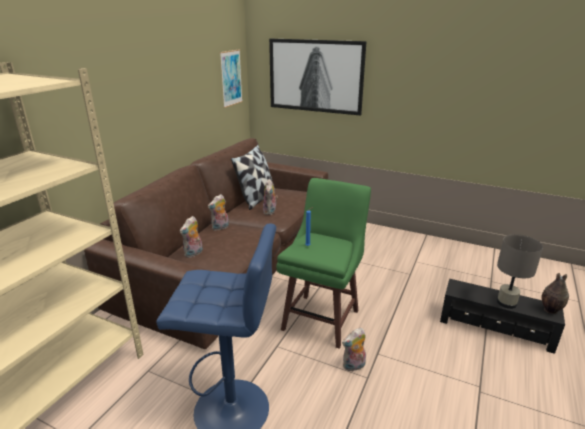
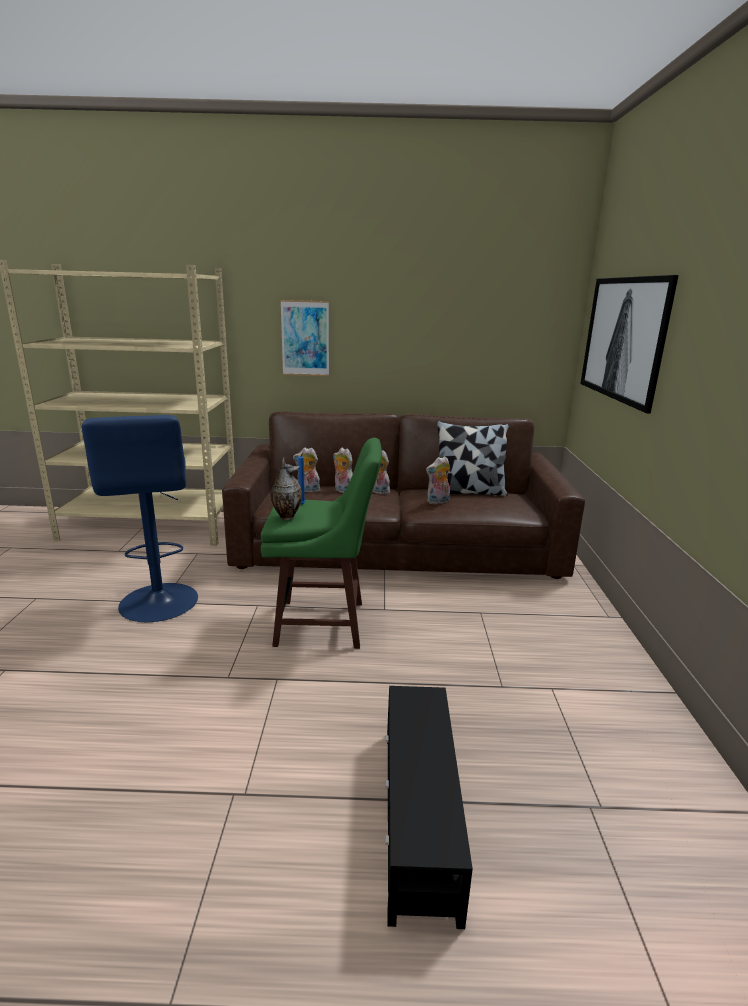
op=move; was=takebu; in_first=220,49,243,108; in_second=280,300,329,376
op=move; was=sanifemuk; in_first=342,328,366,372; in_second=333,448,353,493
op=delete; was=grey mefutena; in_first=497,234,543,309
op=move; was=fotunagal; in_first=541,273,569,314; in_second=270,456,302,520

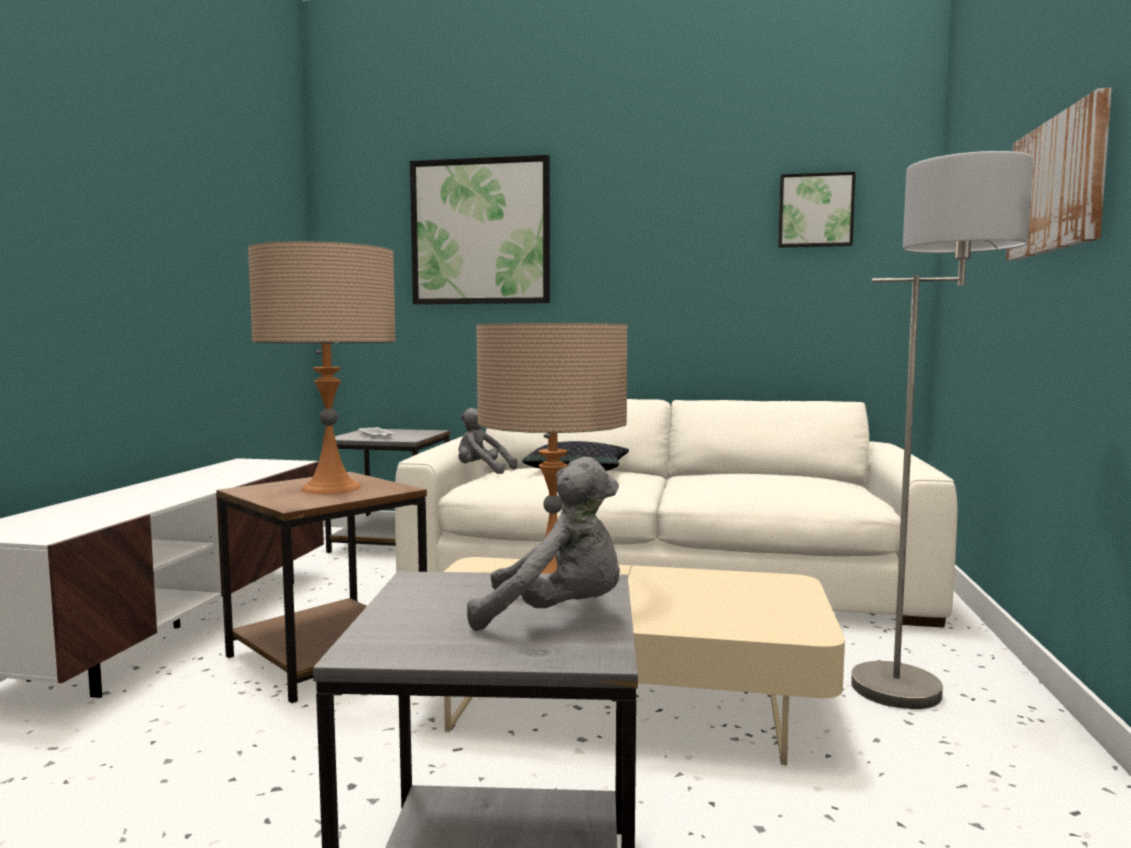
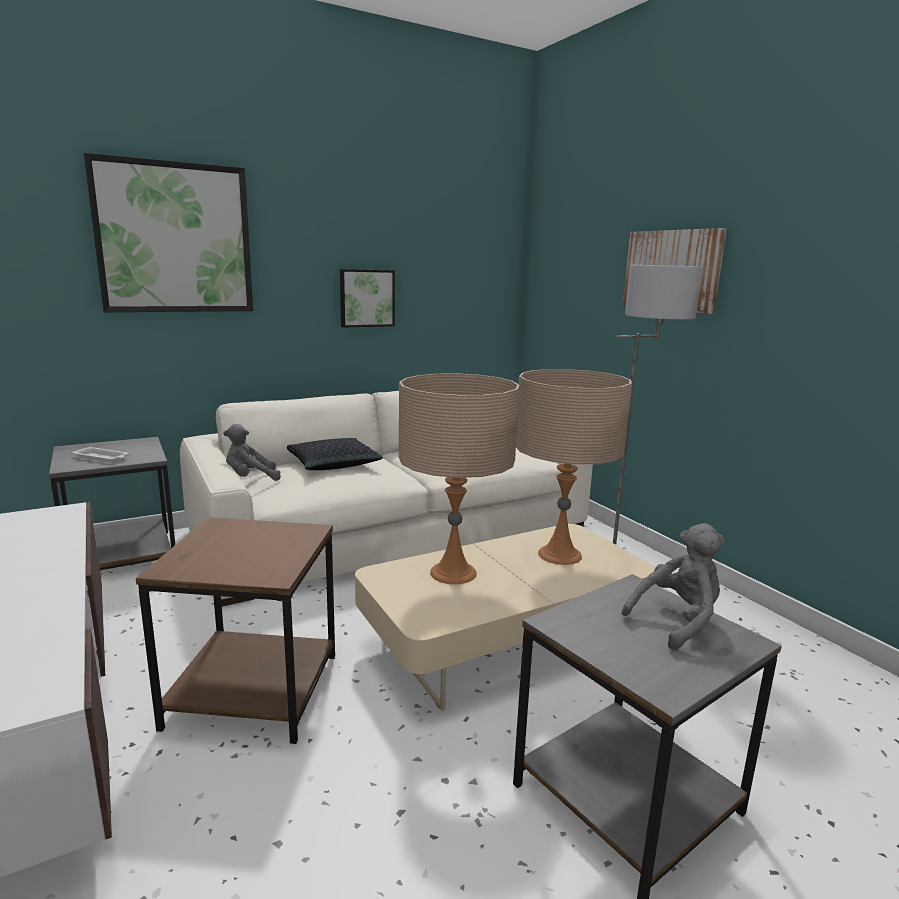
op=move; was=beige mefutena; in_first=248,241,396,494; in_second=516,369,632,565
op=move; was=takebu; in_first=778,172,856,248; in_second=340,269,395,328

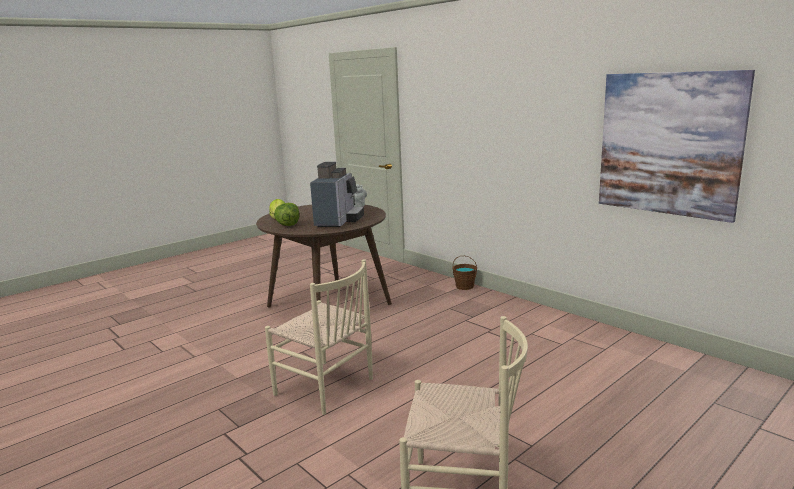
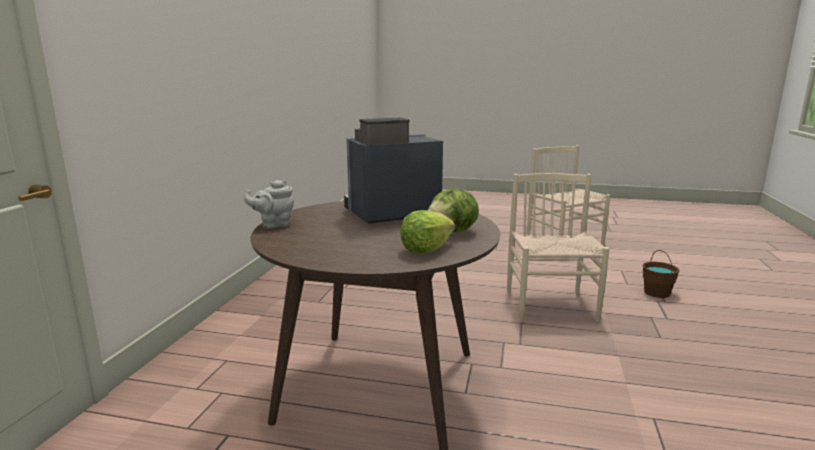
op=move; was=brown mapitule; in_first=452,256,477,290; in_second=642,250,679,298
op=delete; was=takebu; in_first=599,70,755,223

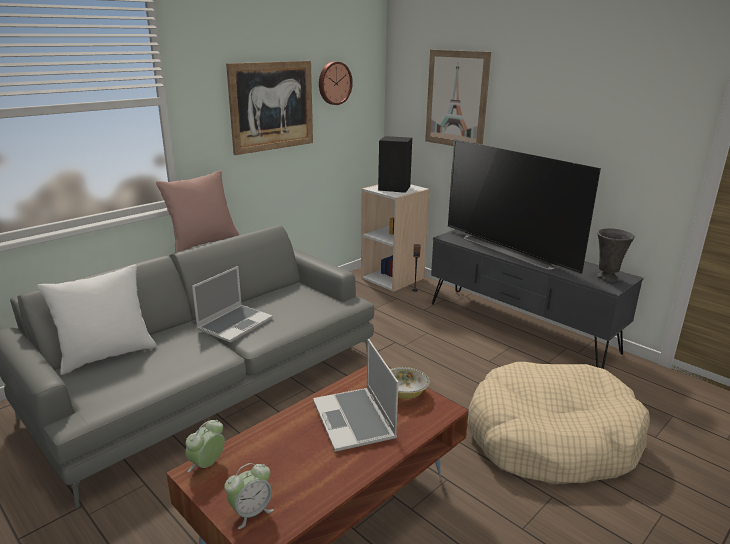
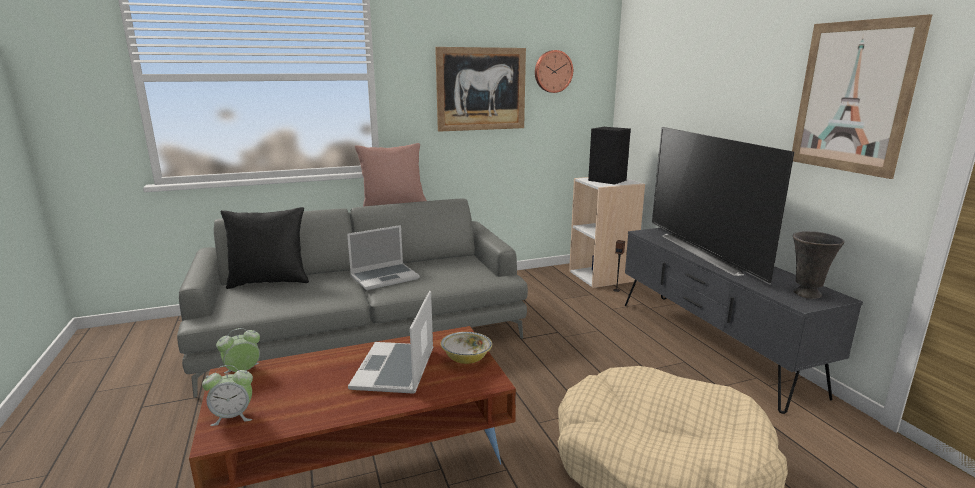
op=recolor; was=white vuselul; now=black vuselul; in_first=37,265,157,375; in_second=221,207,309,289
op=move; was=takebu; in_first=425,50,491,146; in_second=792,14,933,179

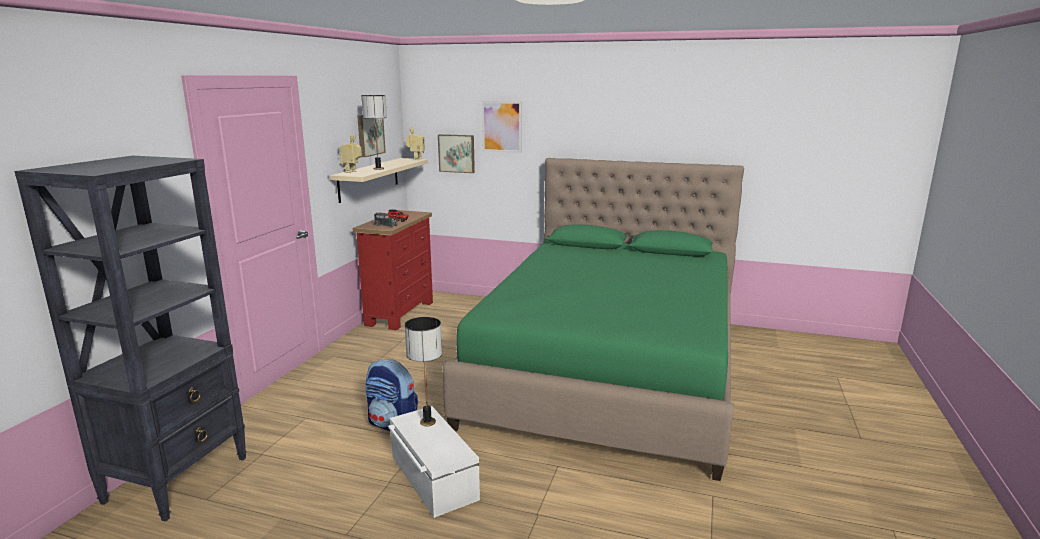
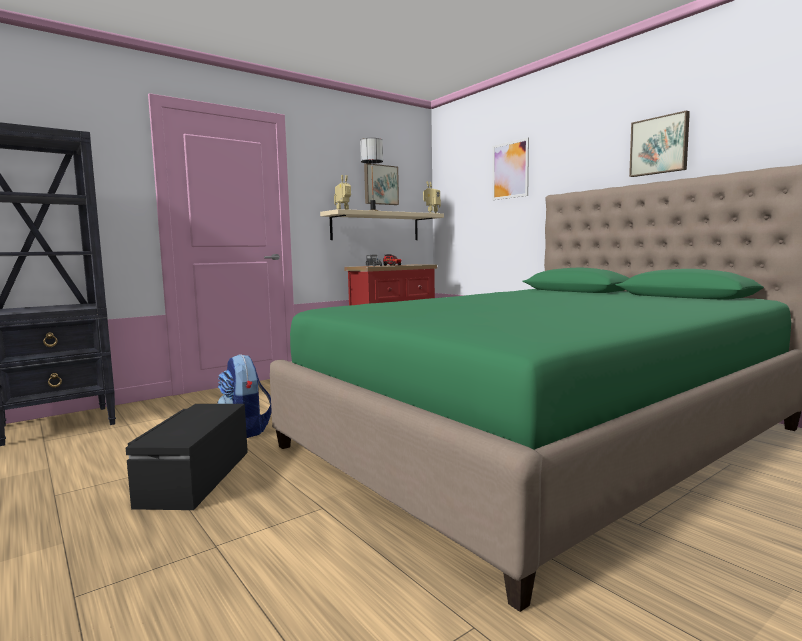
op=recolor; was=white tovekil; now=black tovekil; in_first=388,406,480,518; in_second=126,404,248,510
op=delete; was=mefutena; in_first=405,317,442,427
op=move; was=takebu; in_first=438,134,475,173; in_second=629,110,690,177

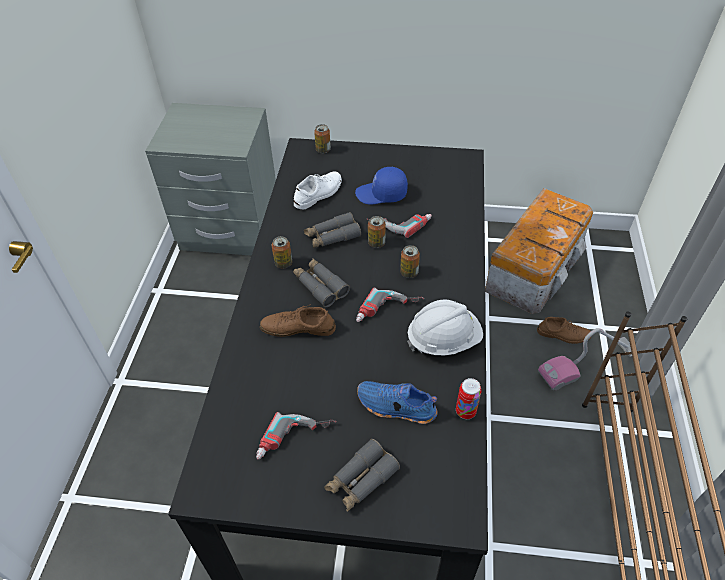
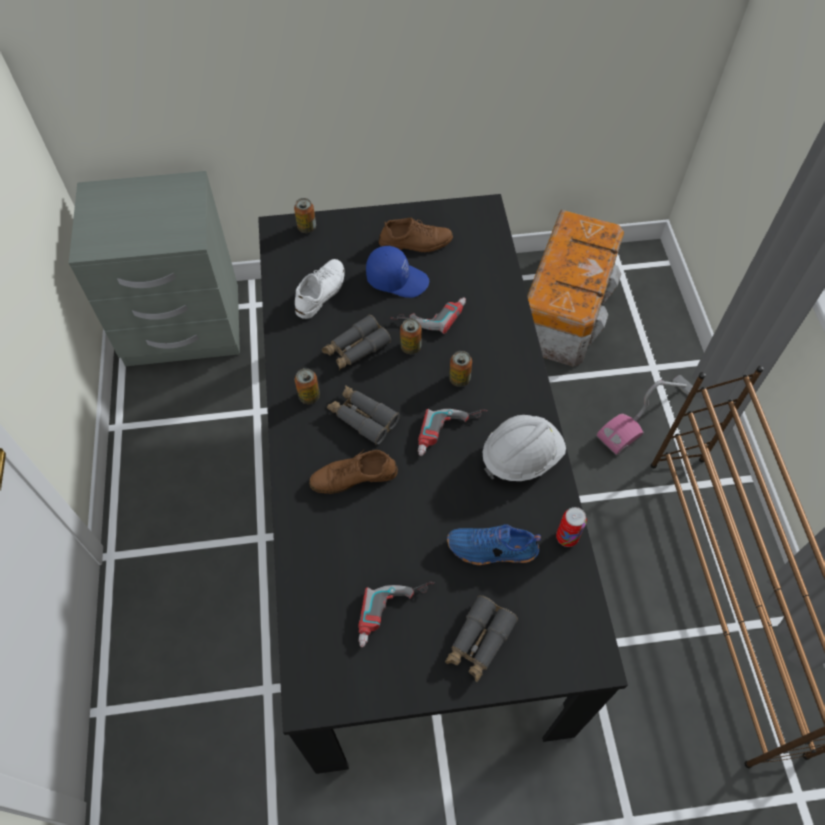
op=rotate; was=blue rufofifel; in_first=355,167,408,205; in_second=366,246,429,298; clockwise=-150
op=move; was=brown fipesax; in_first=537,317,591,344; in_second=379,218,453,252

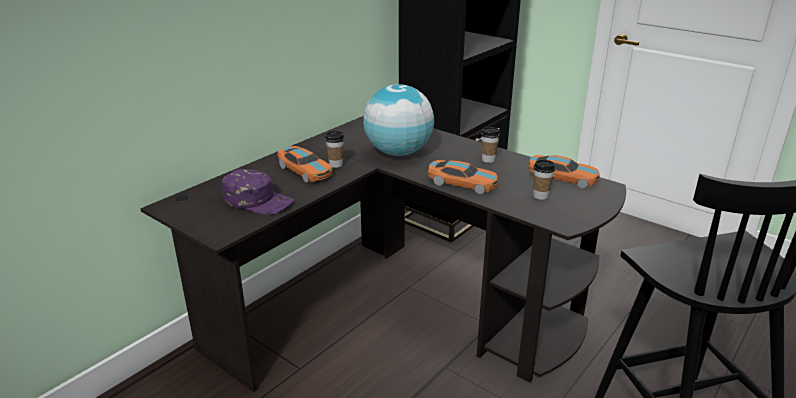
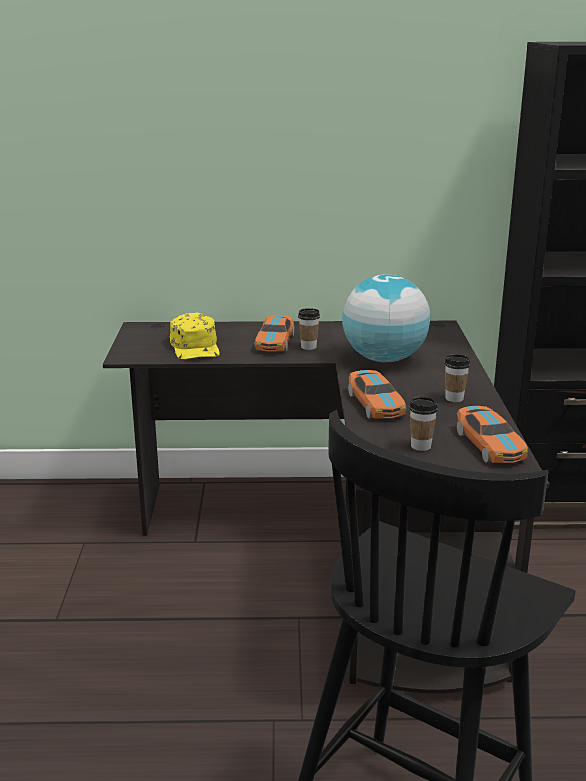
op=recolor; was=purple rufofifel; now=yellow rufofifel; in_first=222,169,294,215; in_second=170,313,220,359

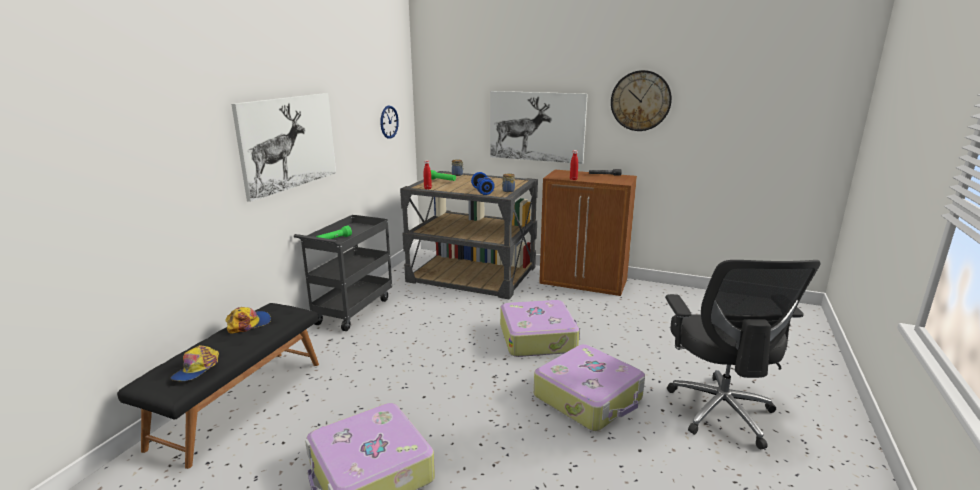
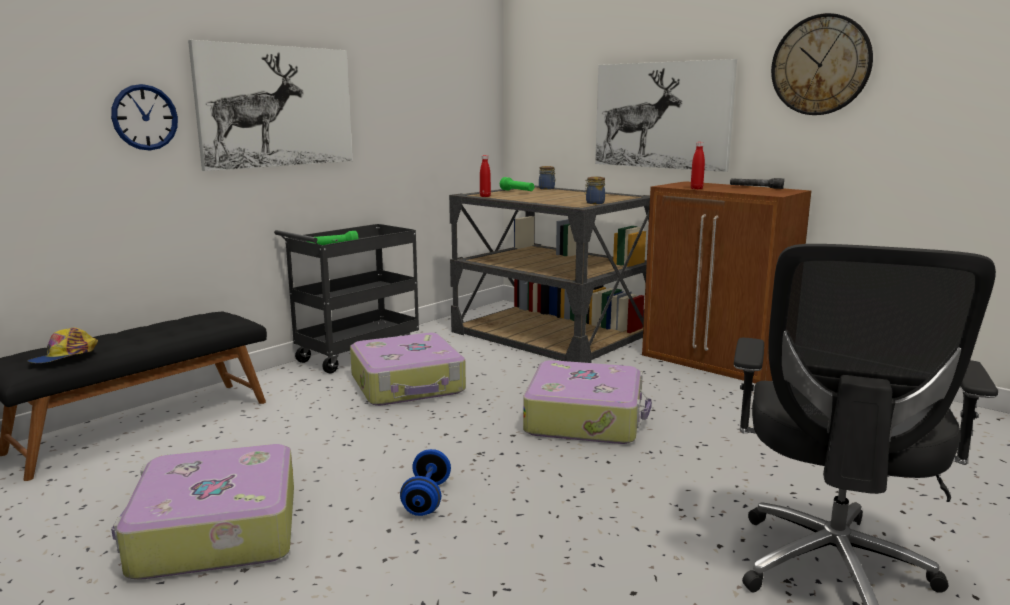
op=delete; was=rufofifel; in_first=225,307,271,334
op=move; was=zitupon; in_first=380,106,399,139; in_second=111,84,178,150
op=move; was=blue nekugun; in_first=471,172,495,195; in_second=400,449,451,516
op=move; was=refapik; in_first=534,344,645,431; in_second=350,333,466,406

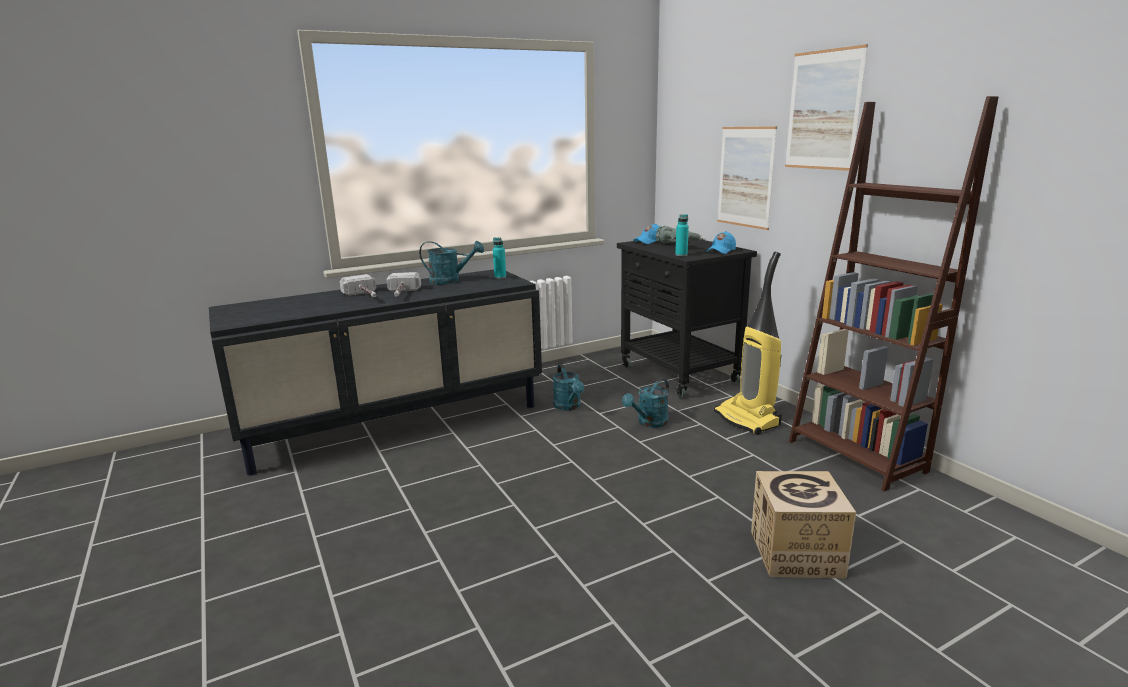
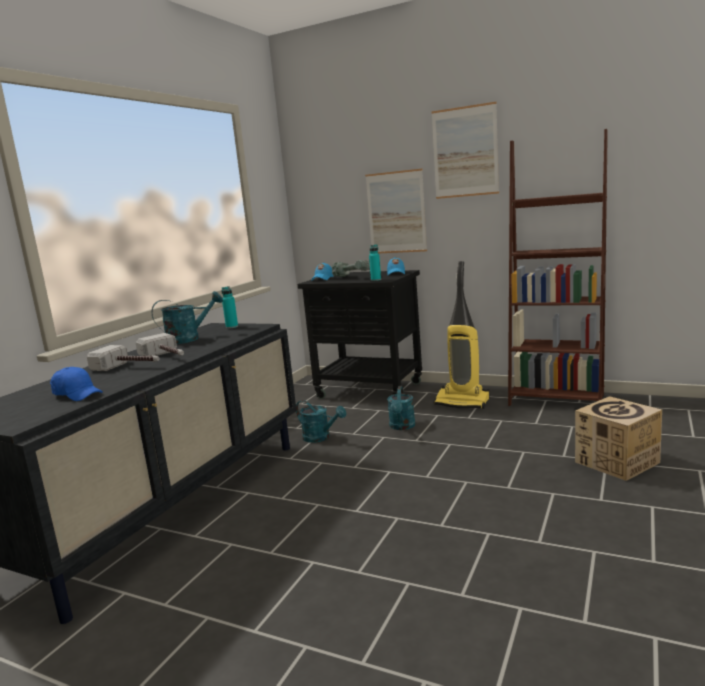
op=insert; now=blue rufofifel; in_second=50,367,103,401

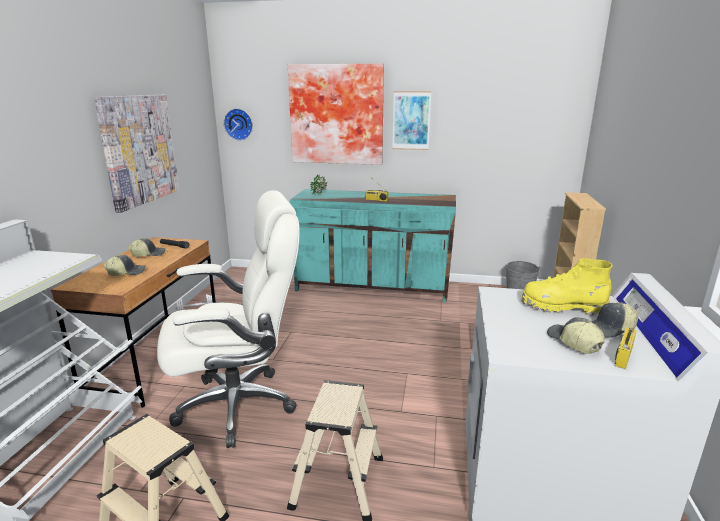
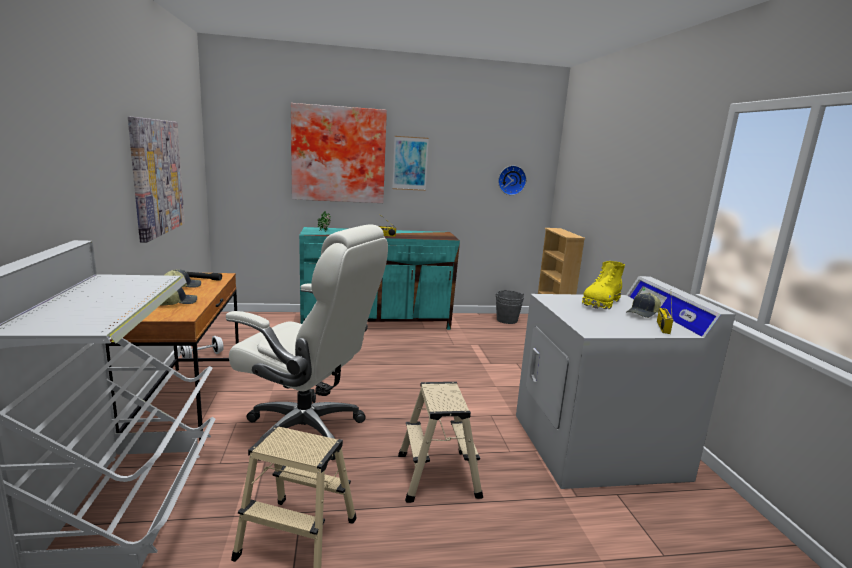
op=rotate; was=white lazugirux; in_first=157,190,300,448; in_second=226,224,388,461; clockwise=60
op=move; was=zitupon; in_first=224,108,253,140; in_second=498,165,527,195
op=rotate; was=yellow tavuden; in_first=522,258,612,315; in_second=582,261,625,309; clockwise=-45
op=delete; was=rufofifel; in_first=547,317,604,354

